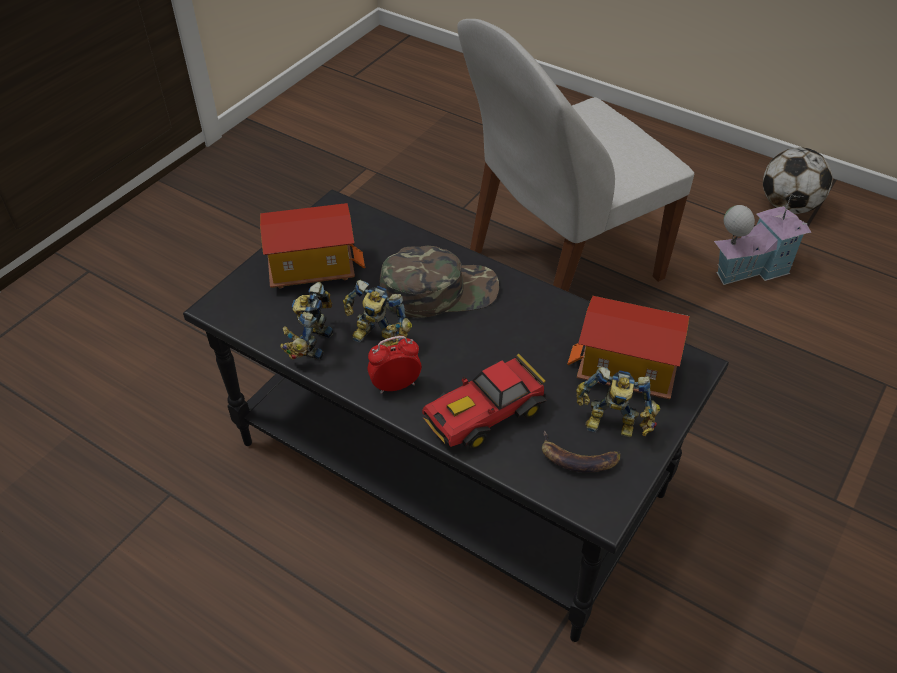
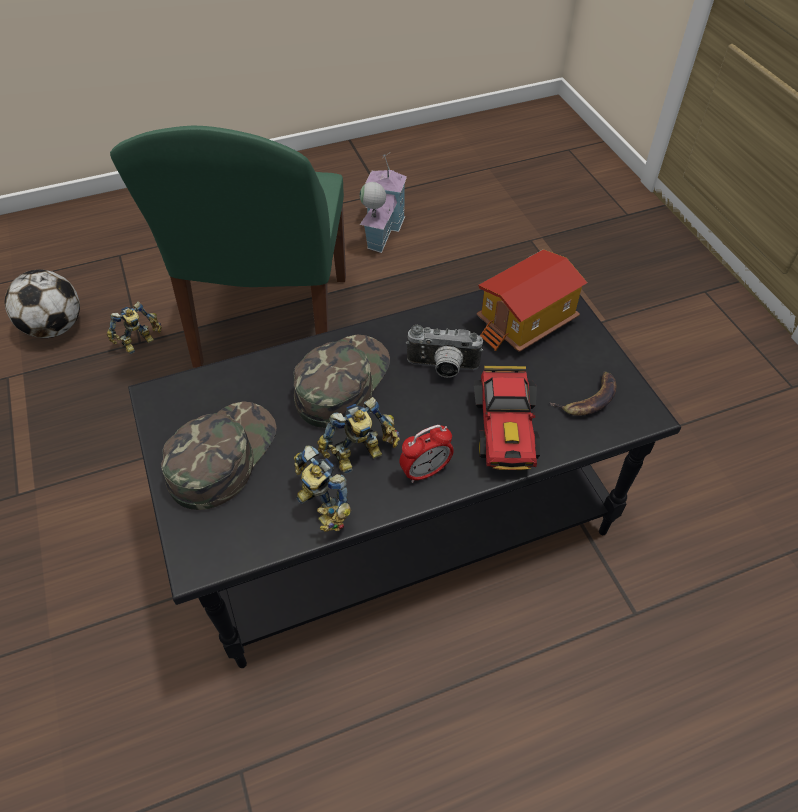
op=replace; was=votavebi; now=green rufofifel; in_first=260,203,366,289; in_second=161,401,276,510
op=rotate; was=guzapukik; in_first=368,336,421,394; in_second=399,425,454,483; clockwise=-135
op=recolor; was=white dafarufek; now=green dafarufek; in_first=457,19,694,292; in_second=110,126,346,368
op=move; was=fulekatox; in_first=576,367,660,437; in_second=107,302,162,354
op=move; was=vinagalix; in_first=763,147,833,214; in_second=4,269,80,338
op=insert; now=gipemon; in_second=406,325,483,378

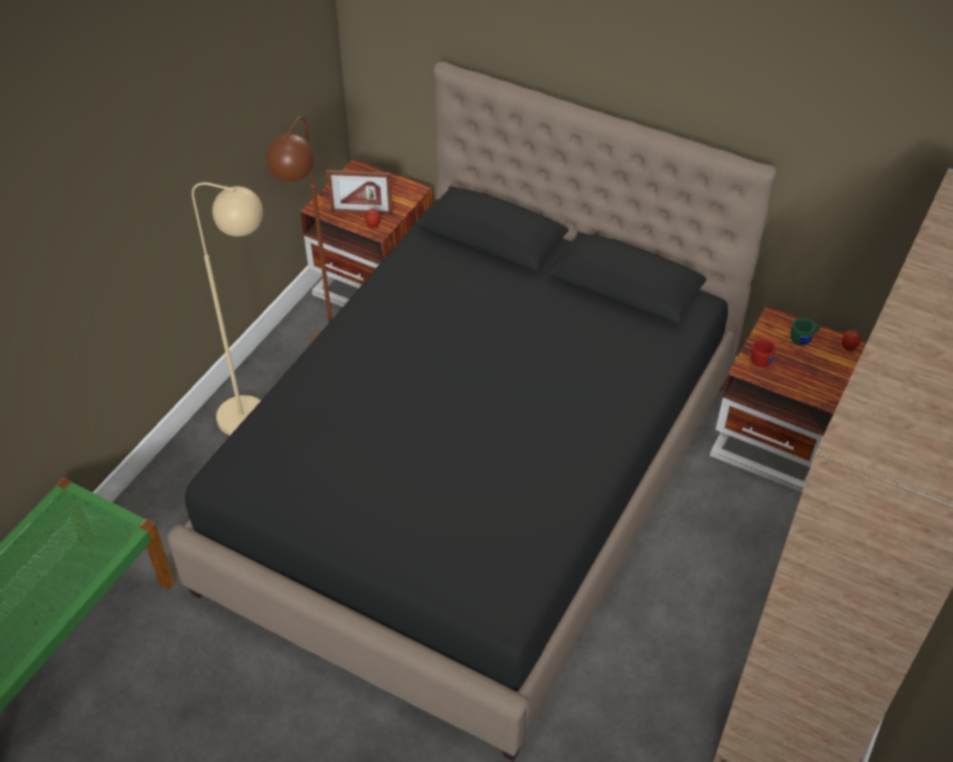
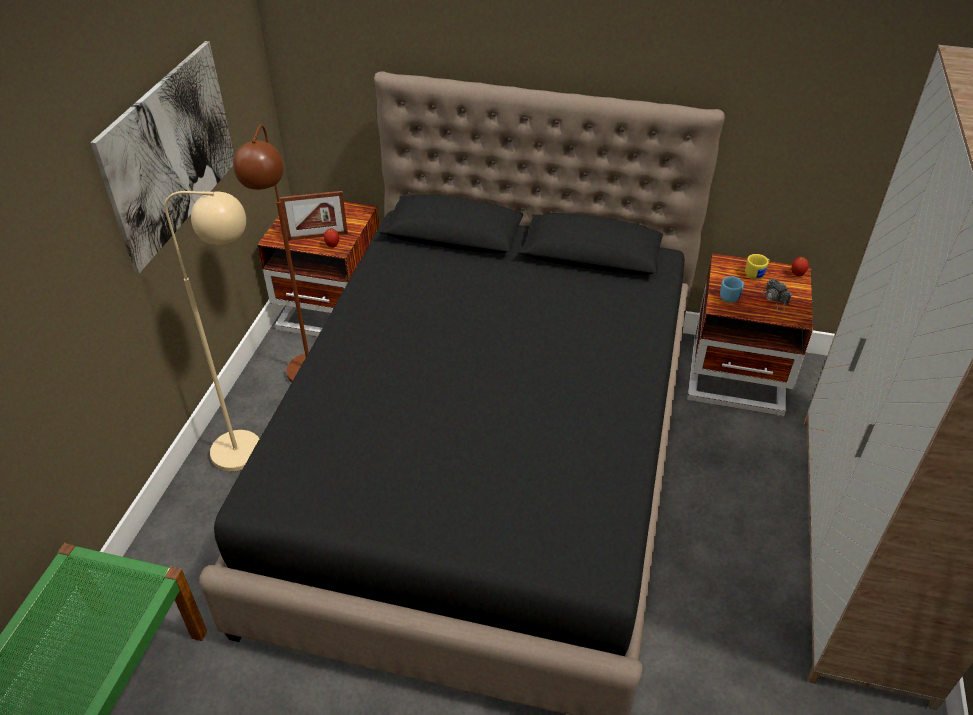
op=recolor; was=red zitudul; now=blue zitudul; in_first=751,339,776,367; in_second=720,276,744,303
op=recolor; was=green zitudul; now=yellow zitudul; in_first=790,318,820,346; in_second=745,254,770,279
op=insert; now=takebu; in_second=91,41,234,274
op=insert; now=gipemon; in_second=761,279,792,312

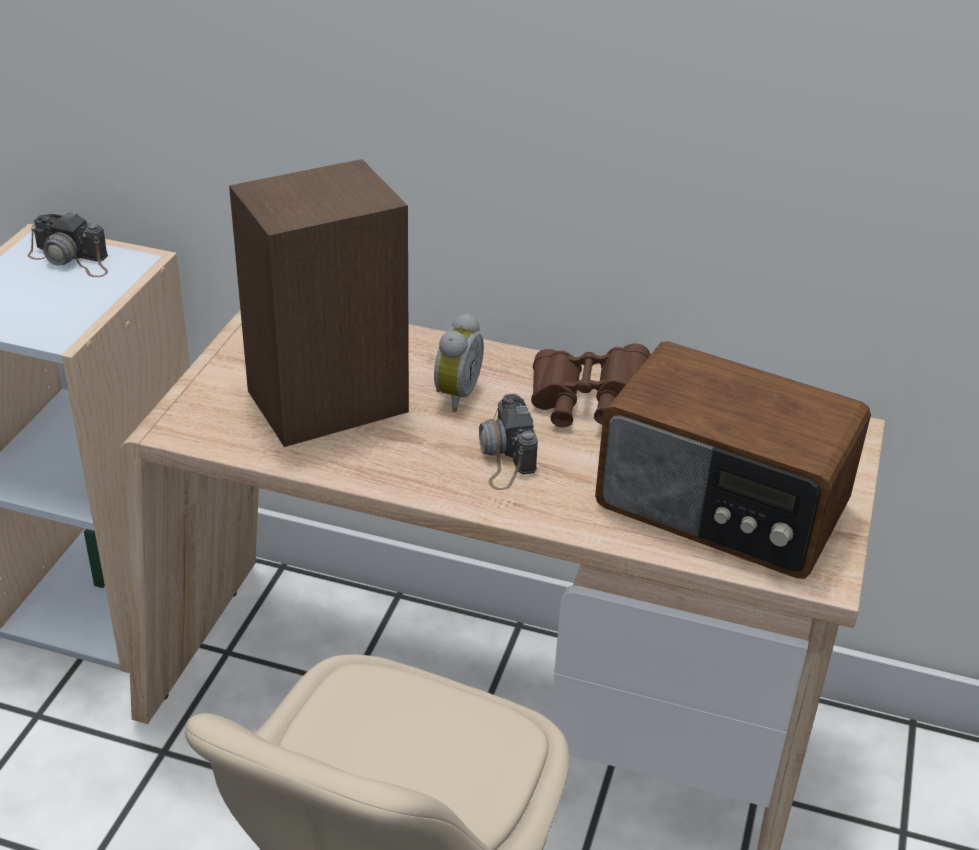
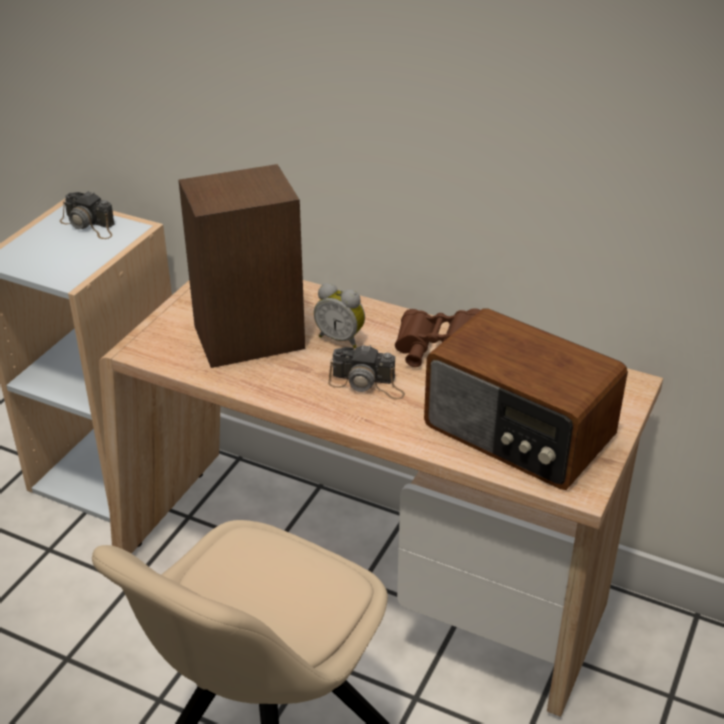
op=rotate; was=guzapukik; in_first=434,312,484,412; in_second=314,283,365,348; clockwise=90
op=rotate; was=gipemon; in_first=479,394,538,490; in_second=328,344,405,400; clockwise=-75

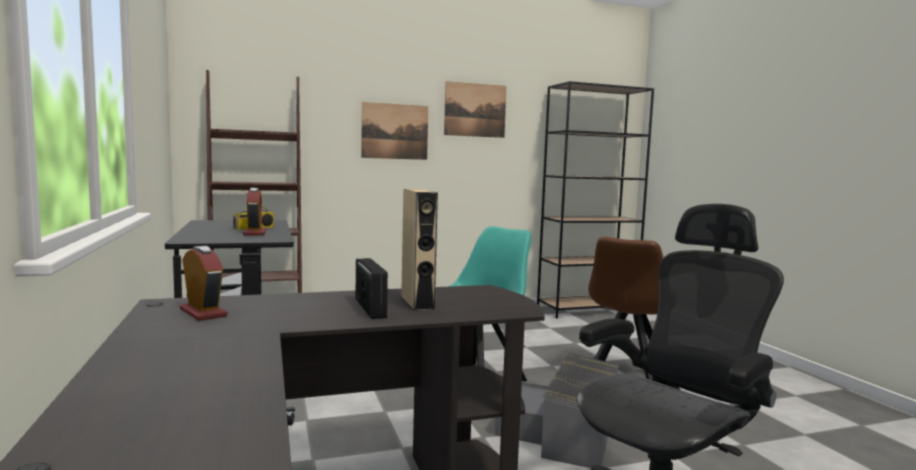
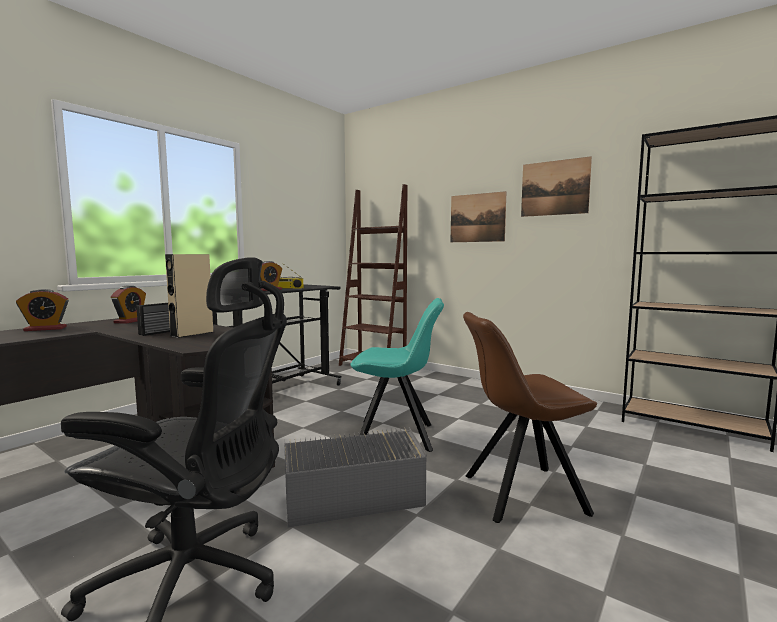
op=insert; now=guzapukik; in_second=16,289,69,331

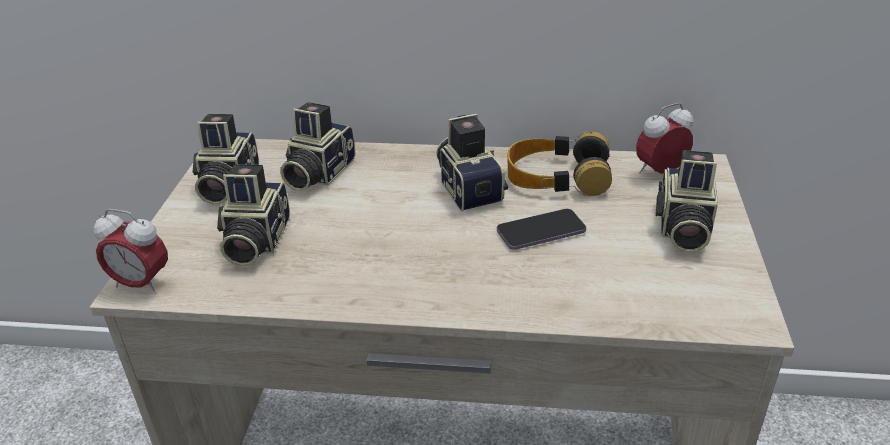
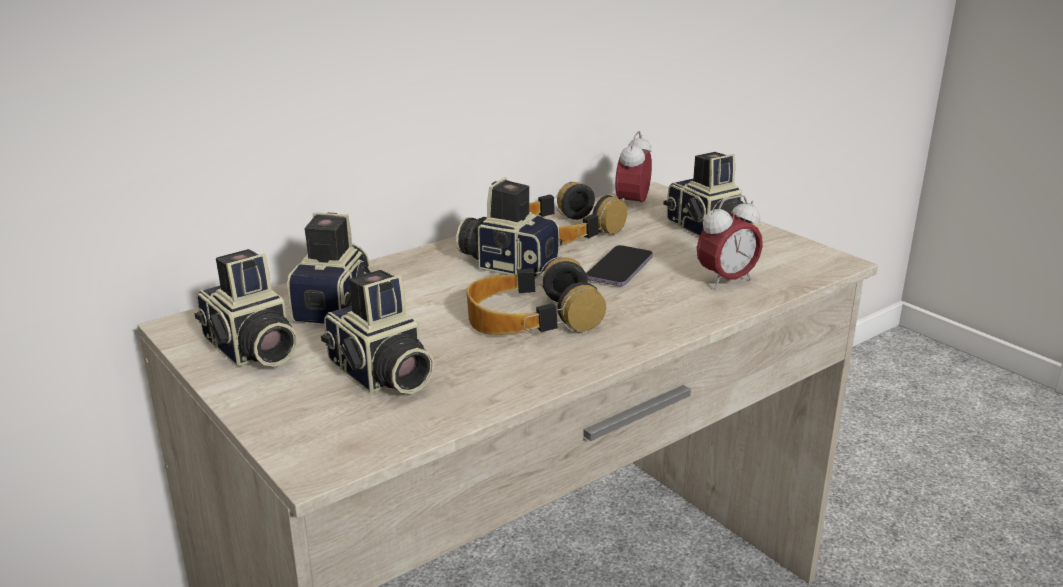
op=move; was=guzapukik; in_first=93,209,168,294; in_second=697,195,763,289
op=rotate; was=gipemon; in_first=280,102,355,191; in_second=287,212,371,324; clockwise=-150
op=insert; now=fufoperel; in_second=467,257,606,335

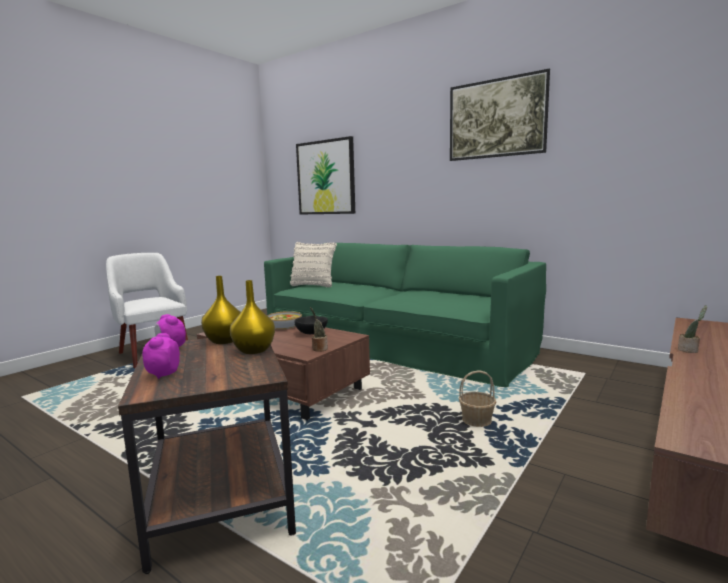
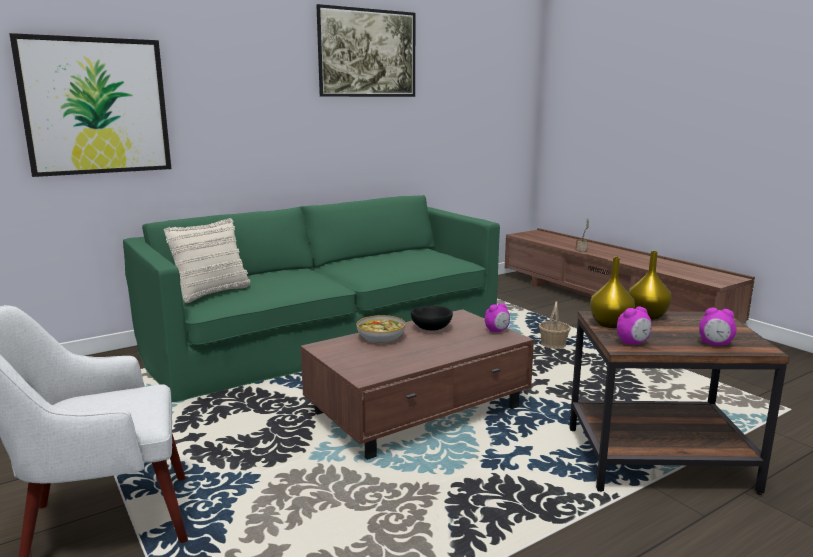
op=replace; was=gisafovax; now=guzapukik; in_first=310,307,328,352; in_second=485,303,510,332

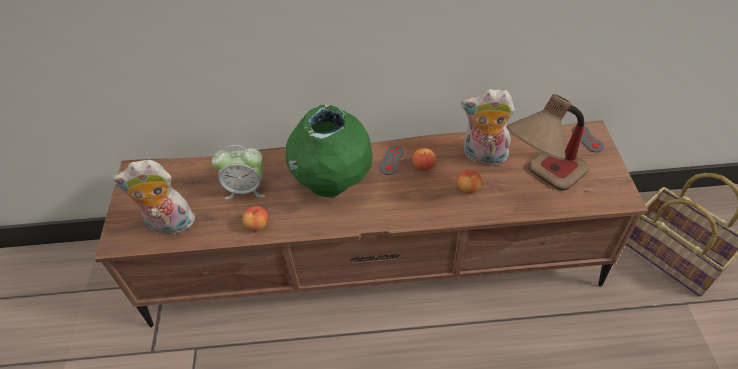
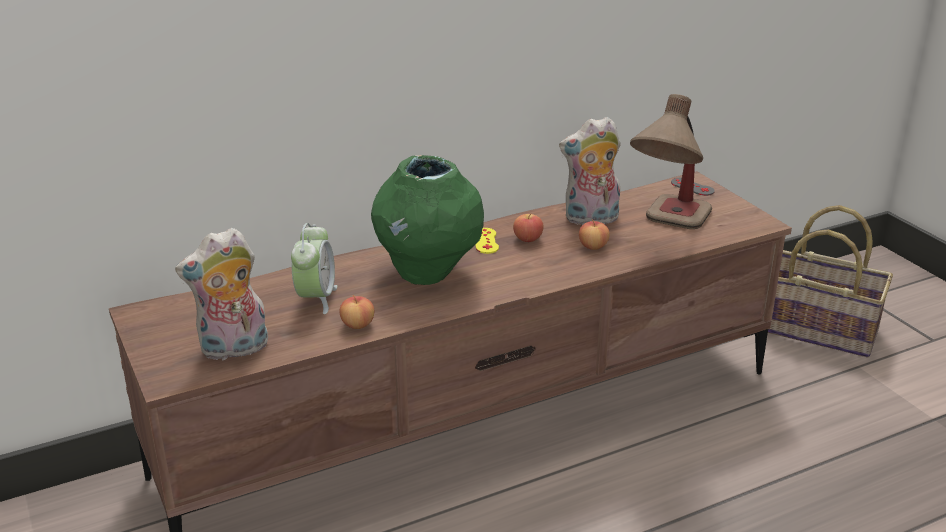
op=rotate; was=guzapukik; in_first=212,145,265,200; in_second=291,223,337,314; clockwise=-60
op=recolor; was=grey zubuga; now=yellow zubuga; in_first=380,146,404,175; in_second=475,228,499,254

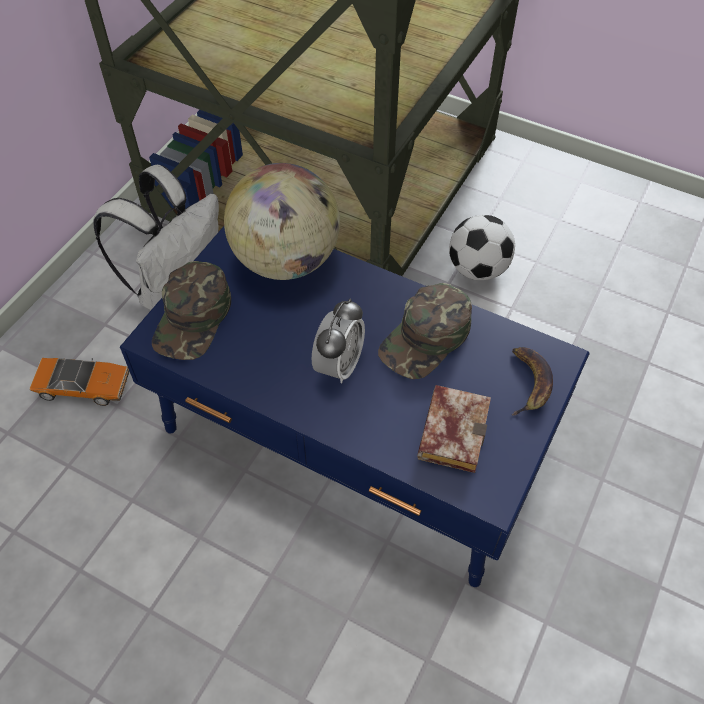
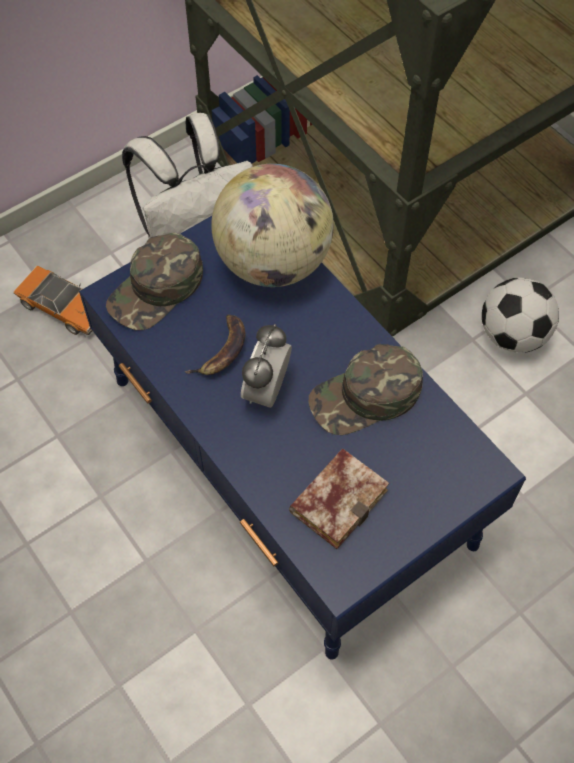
op=rotate; was=guzapukik; in_first=311,299,365,383; in_second=241,324,292,408; clockwise=150
op=move; was=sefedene; in_first=512,347,553,416; in_second=185,314,245,375

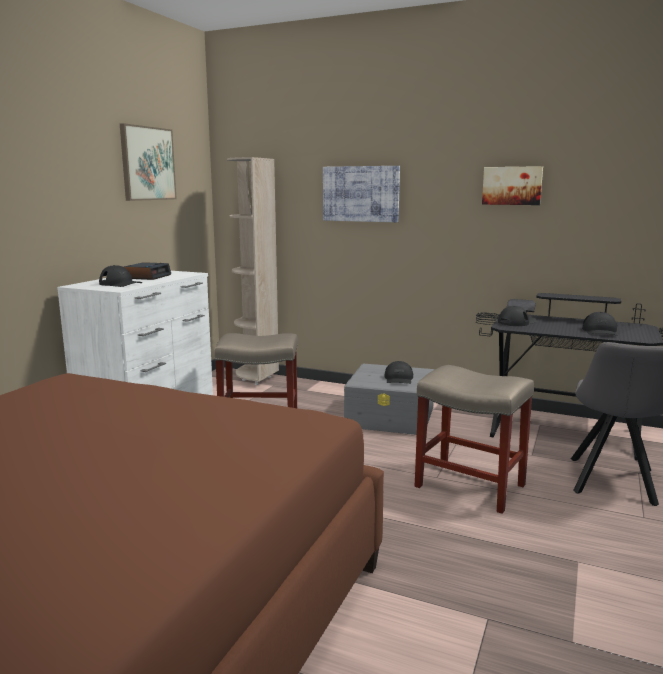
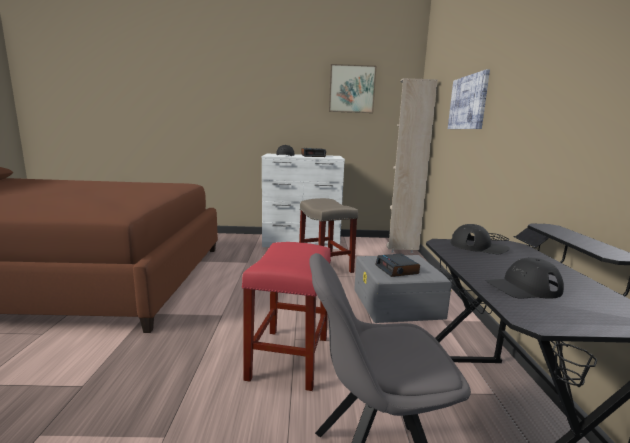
op=replace; was=black rufofifel; now=guzapukik; in_first=385,361,413,384; in_second=375,253,420,277
op=recolor; was=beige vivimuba; now=red vivimuba; in_first=415,365,534,514; in_second=242,242,331,391
op=delete; was=takebu; in_first=482,166,543,205

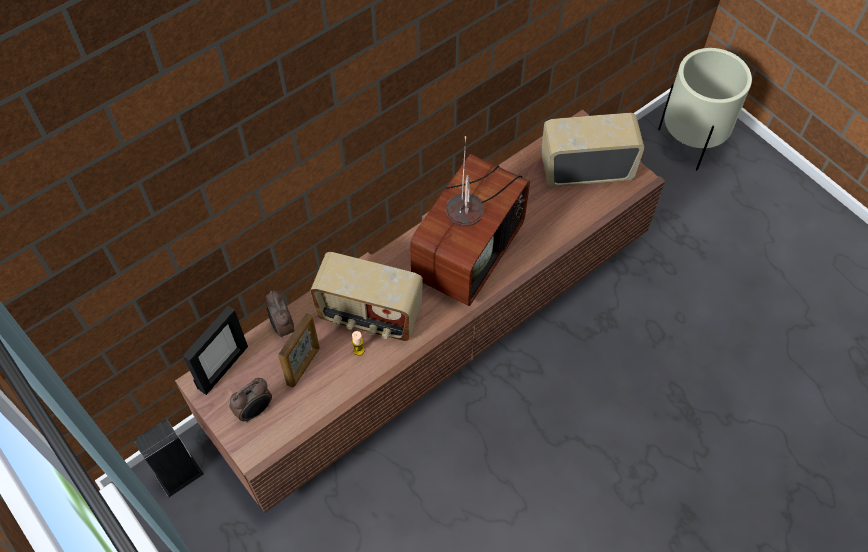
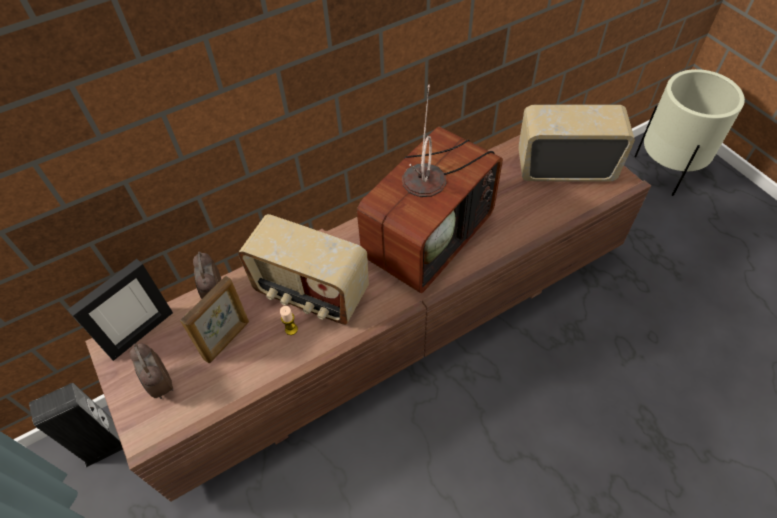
op=rotate; was=guzapukik; in_first=229,378,272,422; in_second=130,344,173,399; clockwise=90

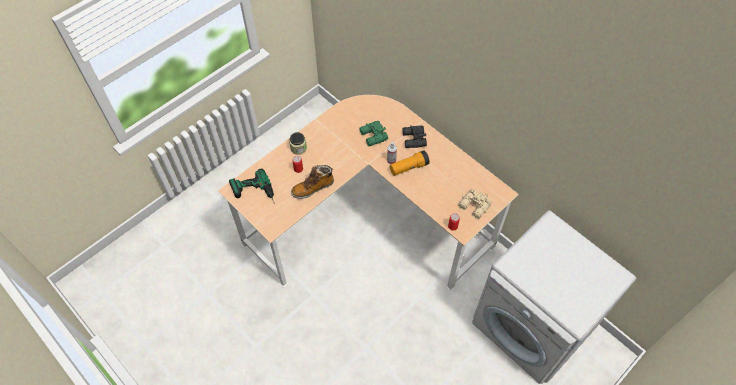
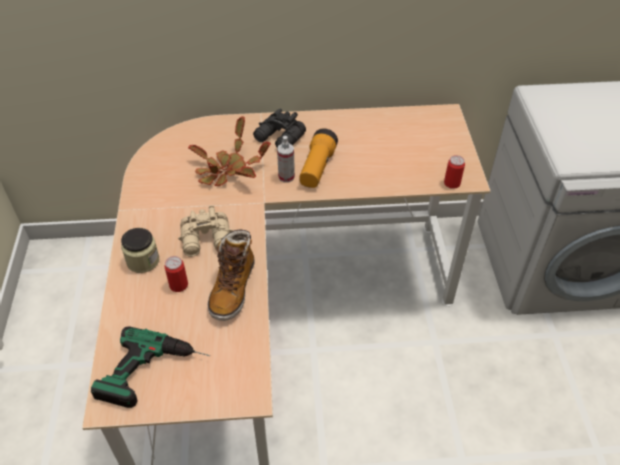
op=replace; was=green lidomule; now=gisafovax; in_first=359,121,388,146; in_second=188,116,271,186
op=move; was=beige lidomule; in_first=458,189,492,219; in_second=178,205,233,257

